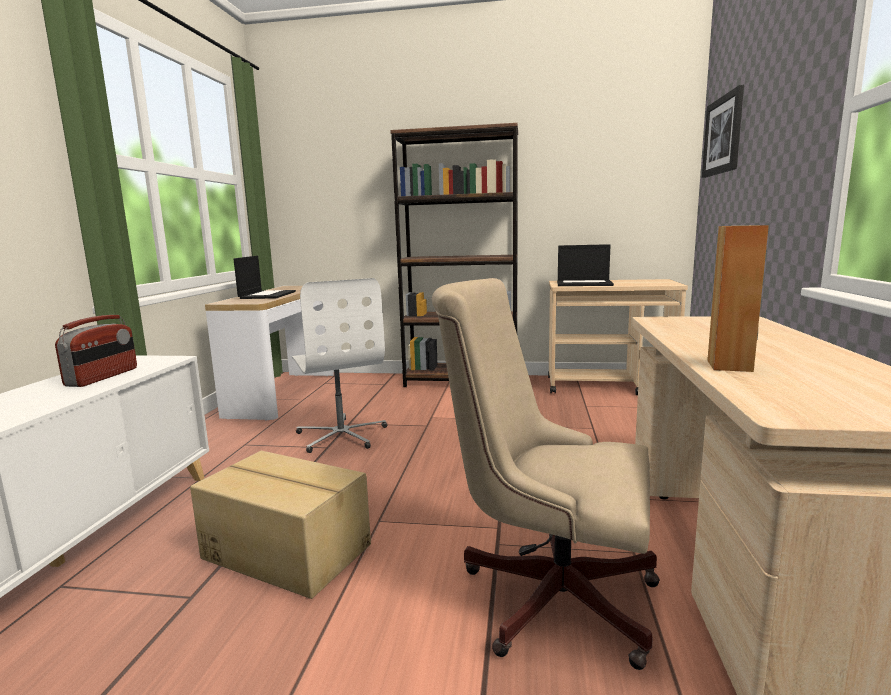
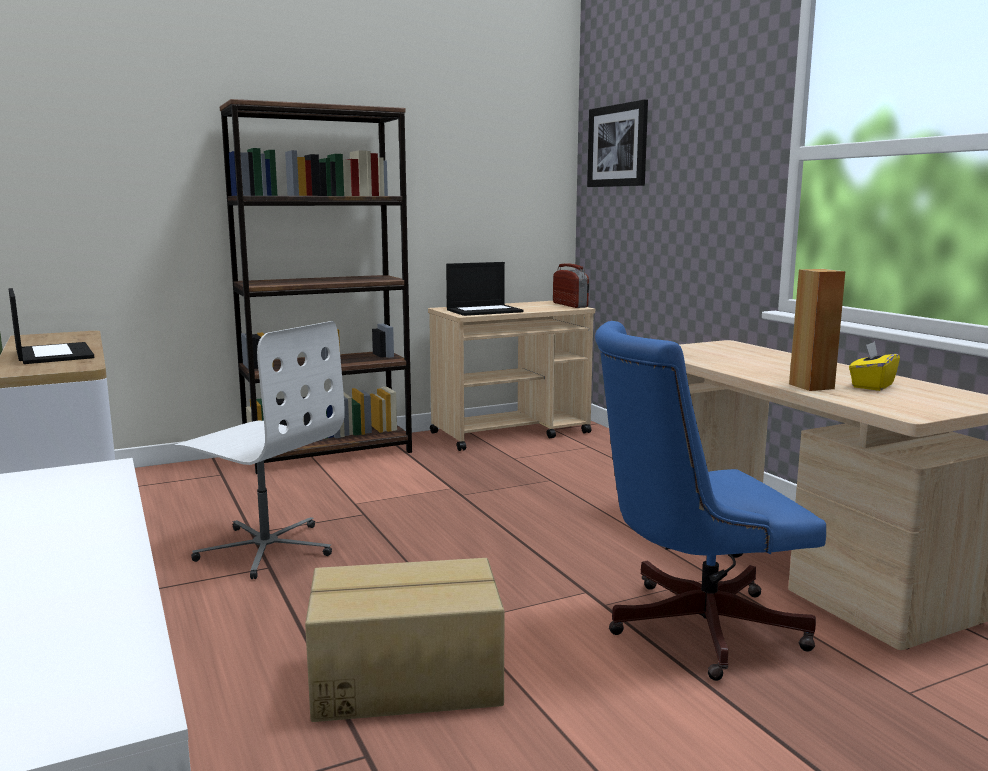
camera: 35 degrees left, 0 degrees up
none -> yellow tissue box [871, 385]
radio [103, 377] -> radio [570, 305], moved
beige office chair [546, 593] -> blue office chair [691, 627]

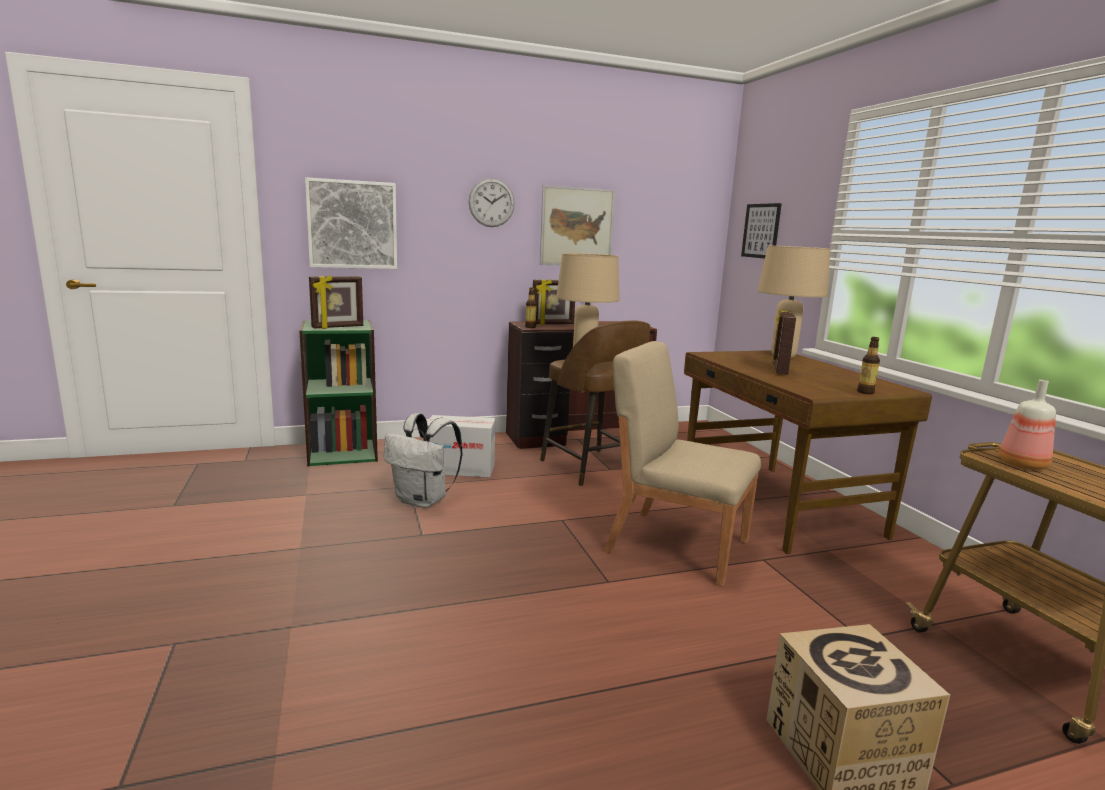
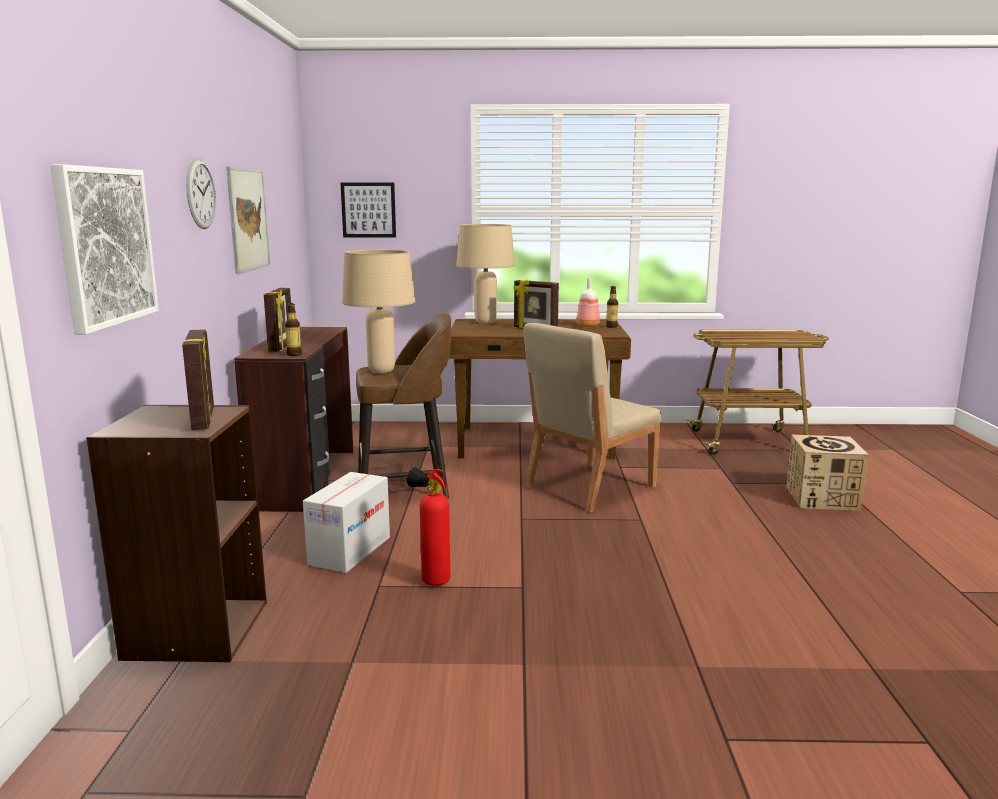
camera: 70 degrees left, 0 degrees up
bottle [1023, 465] -> bottle [588, 326], moved
white backpack [423, 500] -> fire extinguisher [431, 580]
green bookcase [343, 452] -> brown bookcase [195, 629]

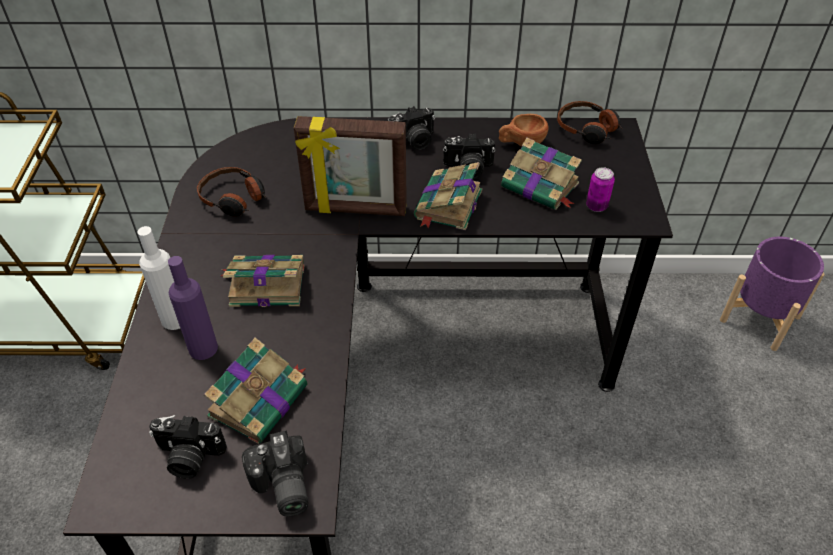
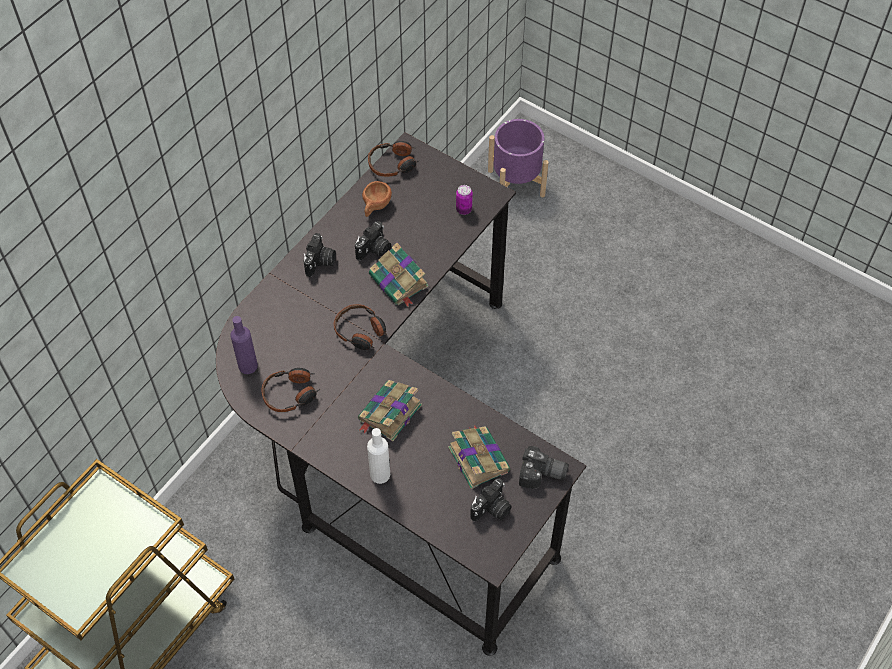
camera: 55 degrees left, 10 degrees up
book [541, 186] -> none
purple bottle [203, 348] -> purple bottle [248, 366], moved
picture frame [355, 209] -> headphones [361, 332]

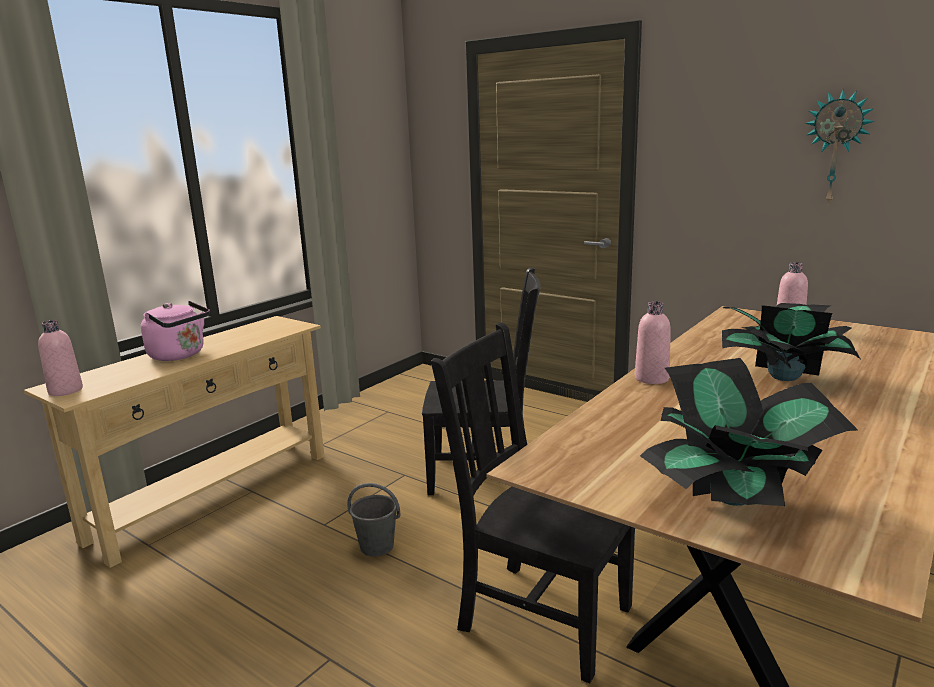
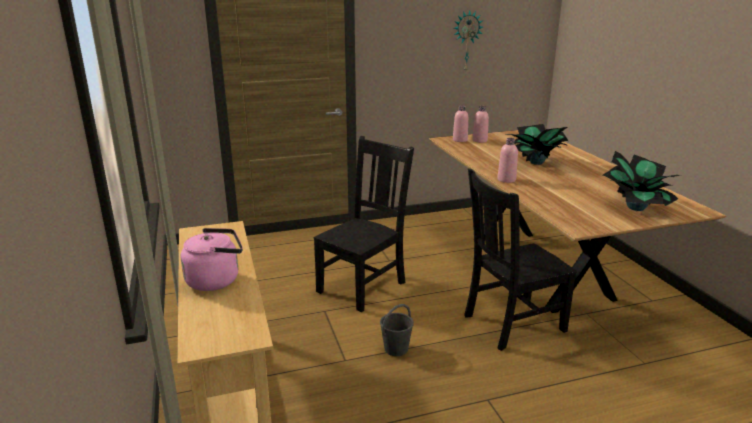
camera: 55 degrees left, 5 degrees up
pink bottle [65, 390] -> pink bottle [460, 140], moved

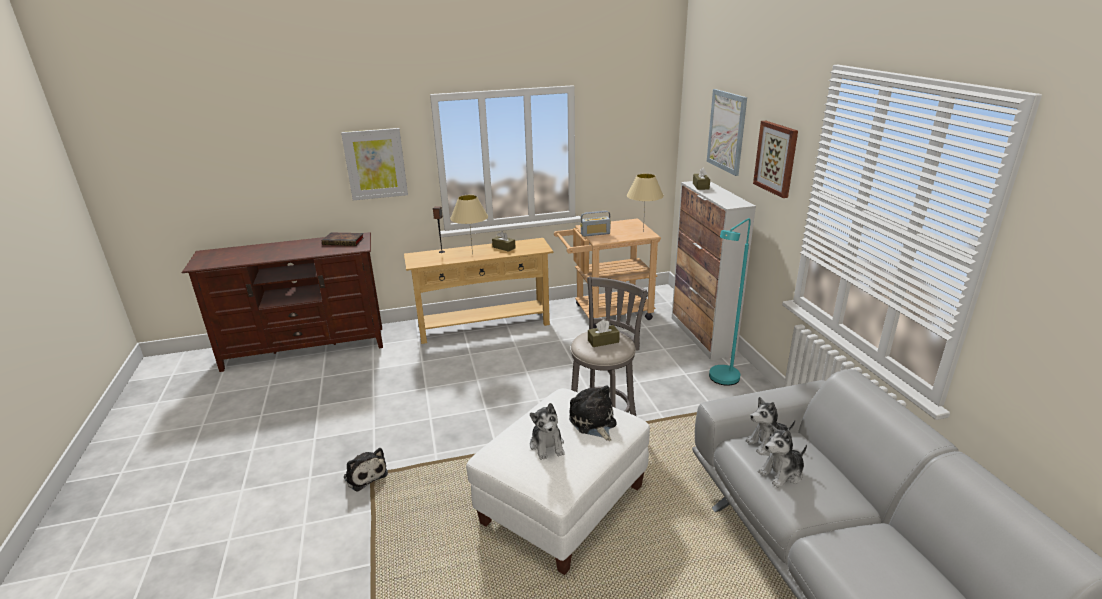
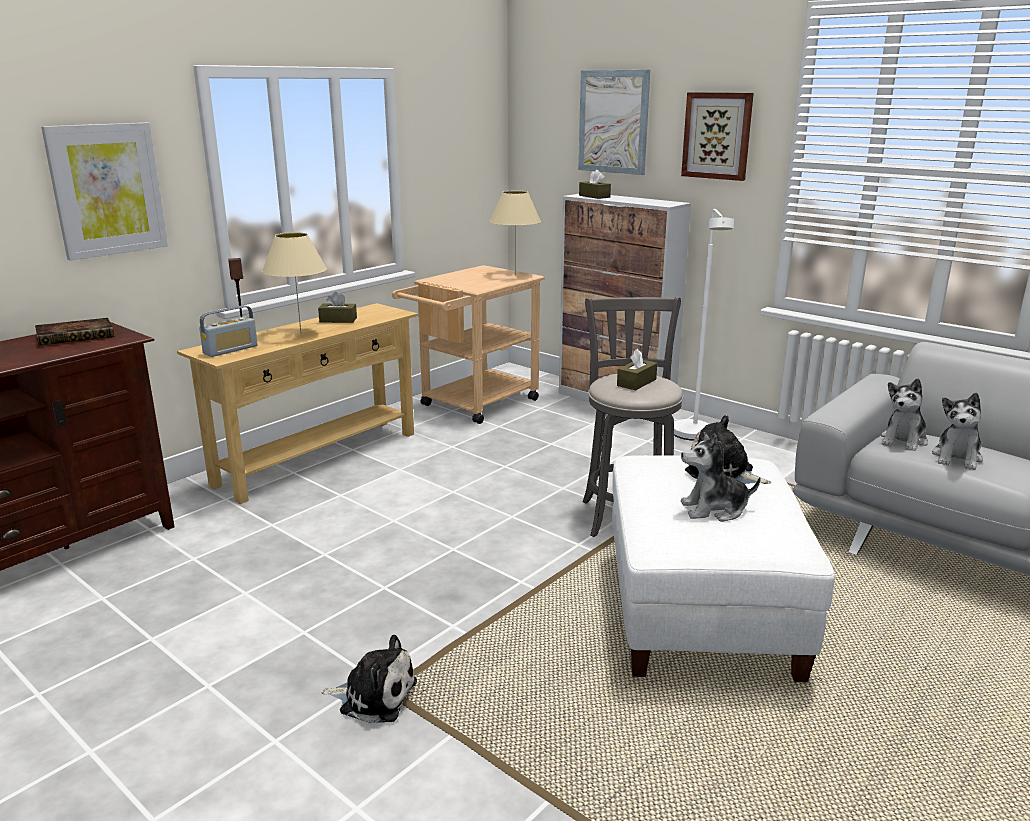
camera: 35 degrees left, 5 degrees down
radio [595, 234] -> radio [230, 350], moved
turquoise floor lamp [721, 381] -> white floor lamp [694, 437]
plush toy [547, 445] -> plush toy [714, 509], 135 degrees clockwise

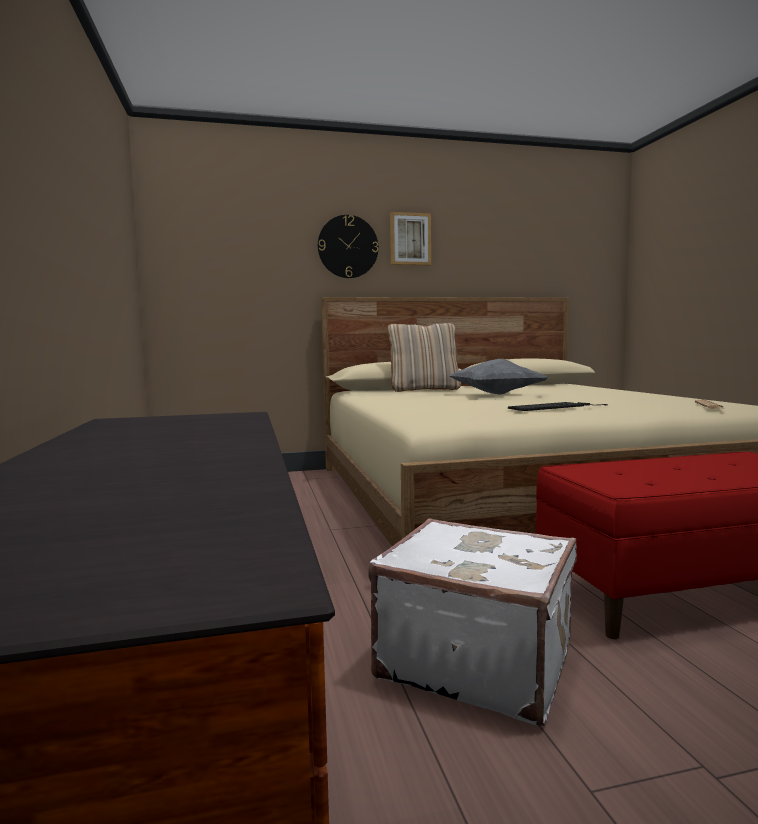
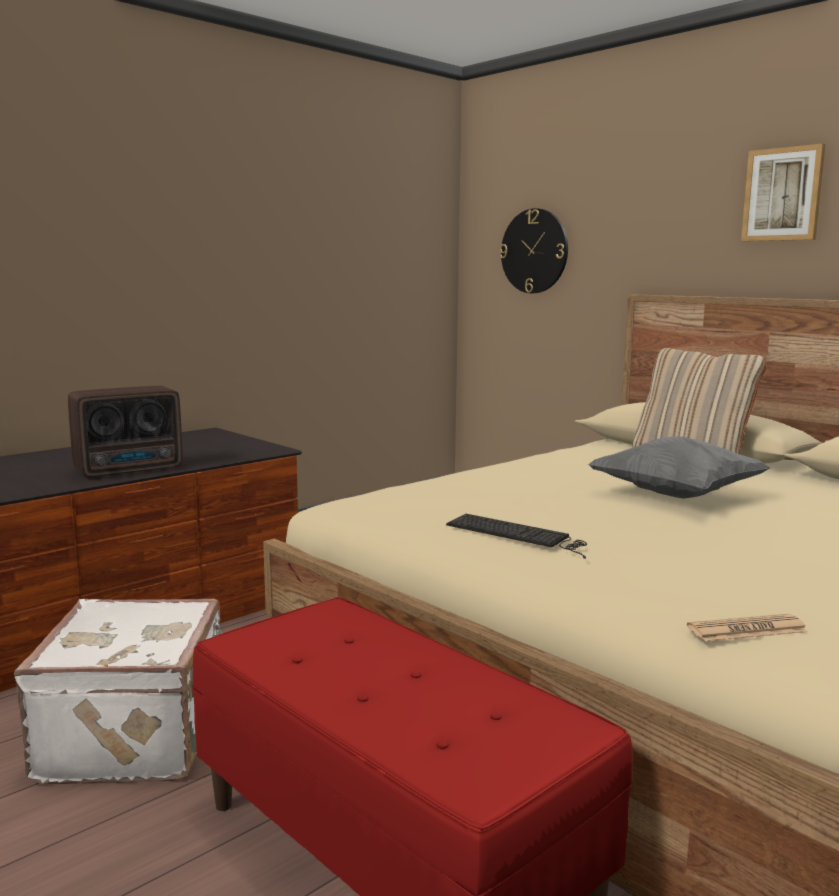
camera: 60 degrees right, 5 degrees up
none -> radio [131, 470]
wall clock [348, 247] -> wall clock [534, 251], moved

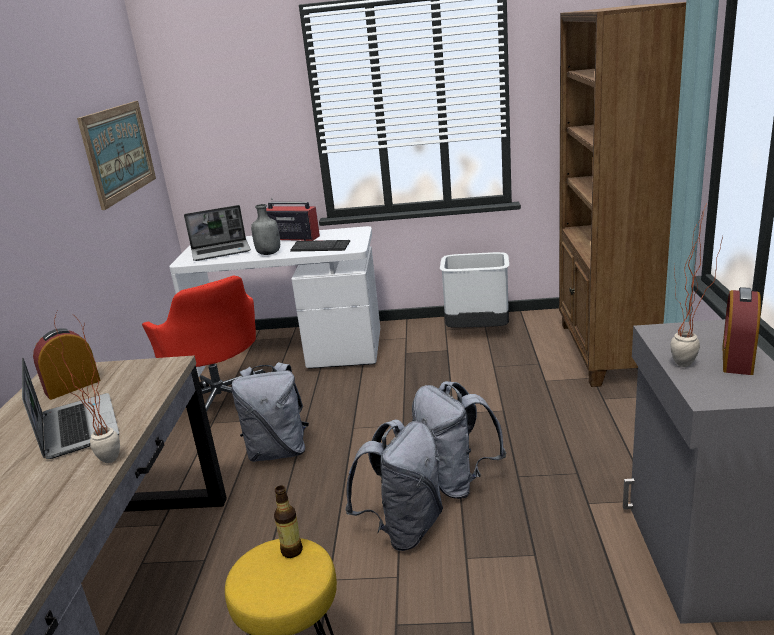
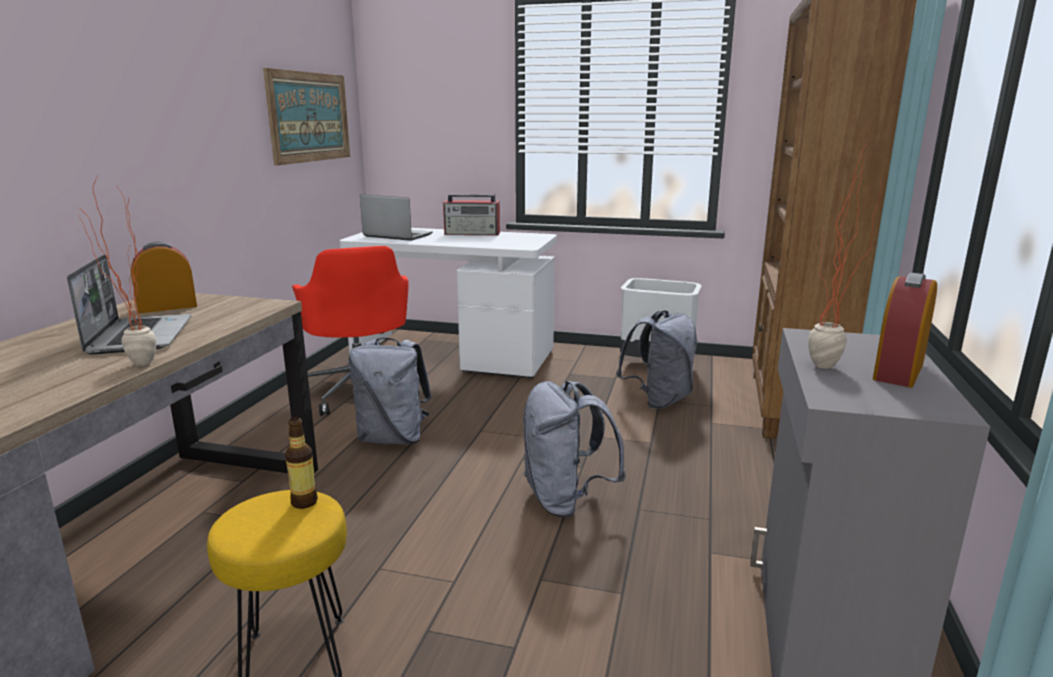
camera: 10 degrees right, 5 degrees down
grey bottle [269, 253] -> none
keyboard [320, 247] -> none
grey backpack [404, 528] -> grey backpack [658, 400], moved
laptop [222, 251] -> laptop [397, 235], 150 degrees counterclockwise
radio [293, 237] -> radio [473, 233], 150 degrees clockwise

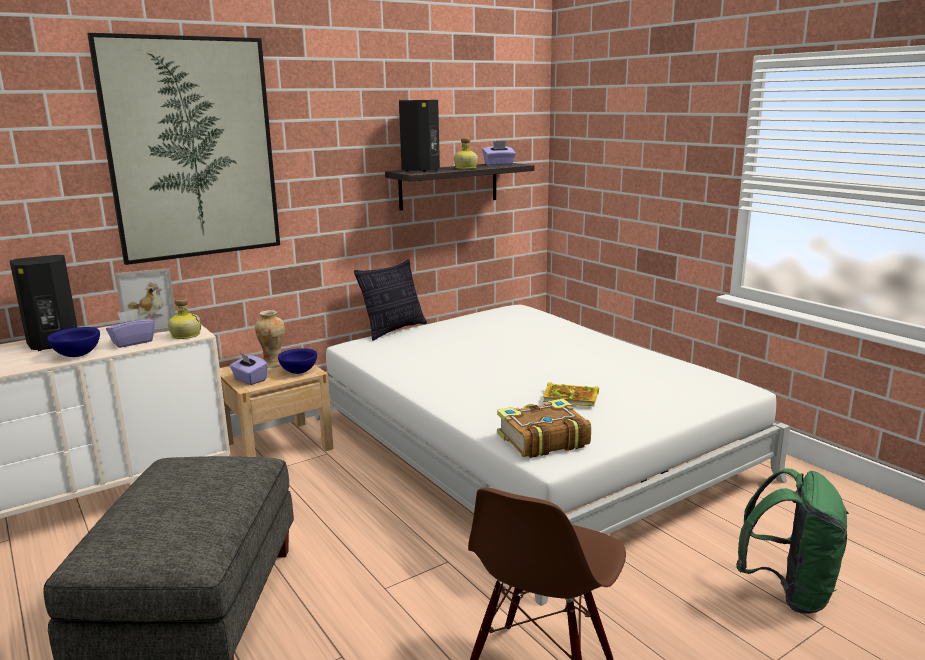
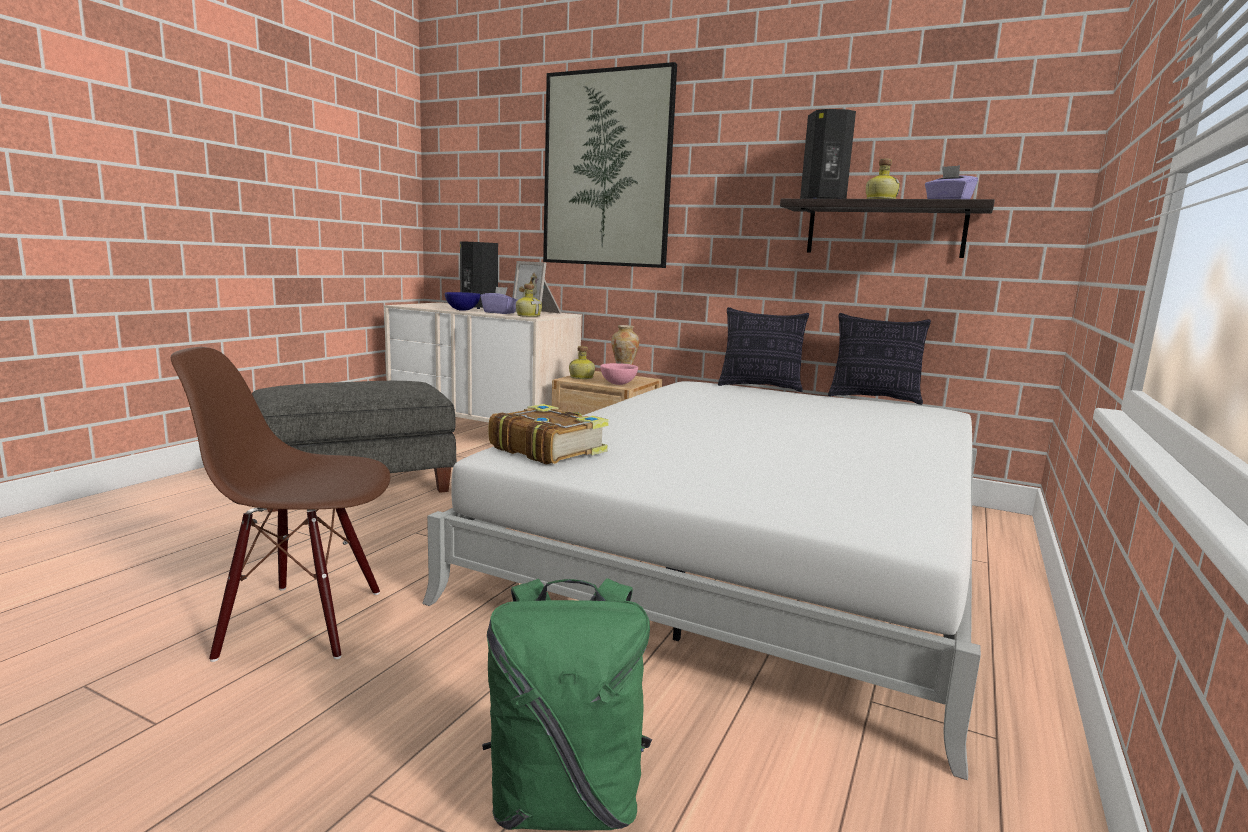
camera: 60 degrees right, 5 degrees down
book [572, 398] -> none
none -> pillow [874, 398]
purple tissue box [249, 380] -> bottle [582, 377]
blue bowl [299, 372] -> pink bowl [618, 384]

